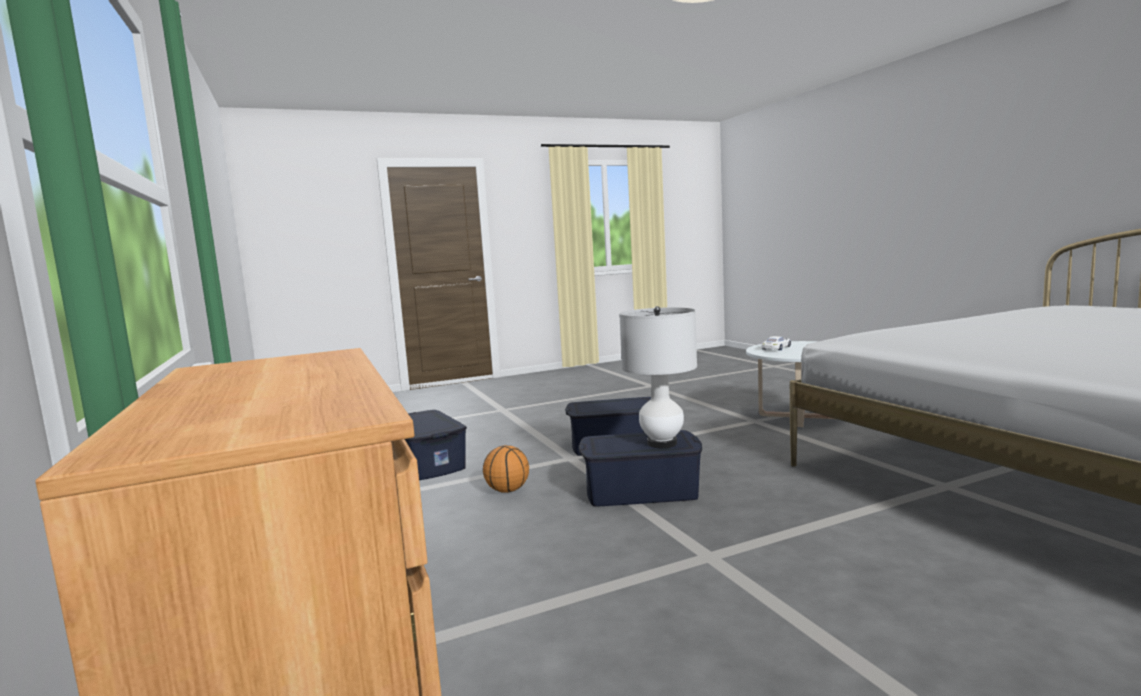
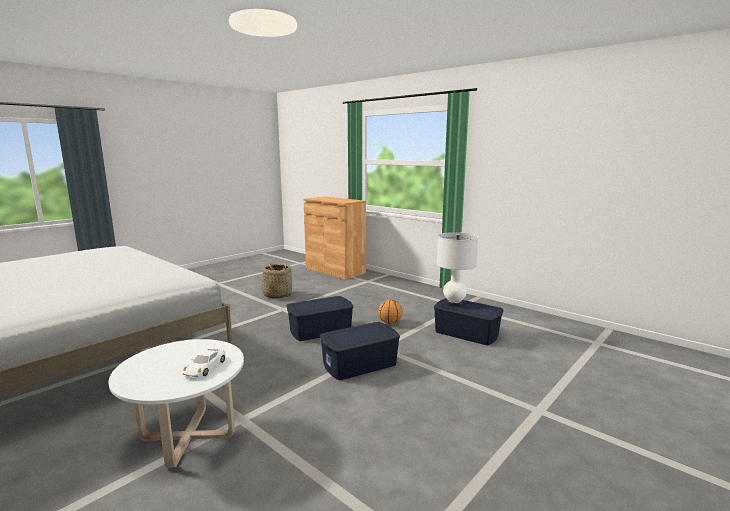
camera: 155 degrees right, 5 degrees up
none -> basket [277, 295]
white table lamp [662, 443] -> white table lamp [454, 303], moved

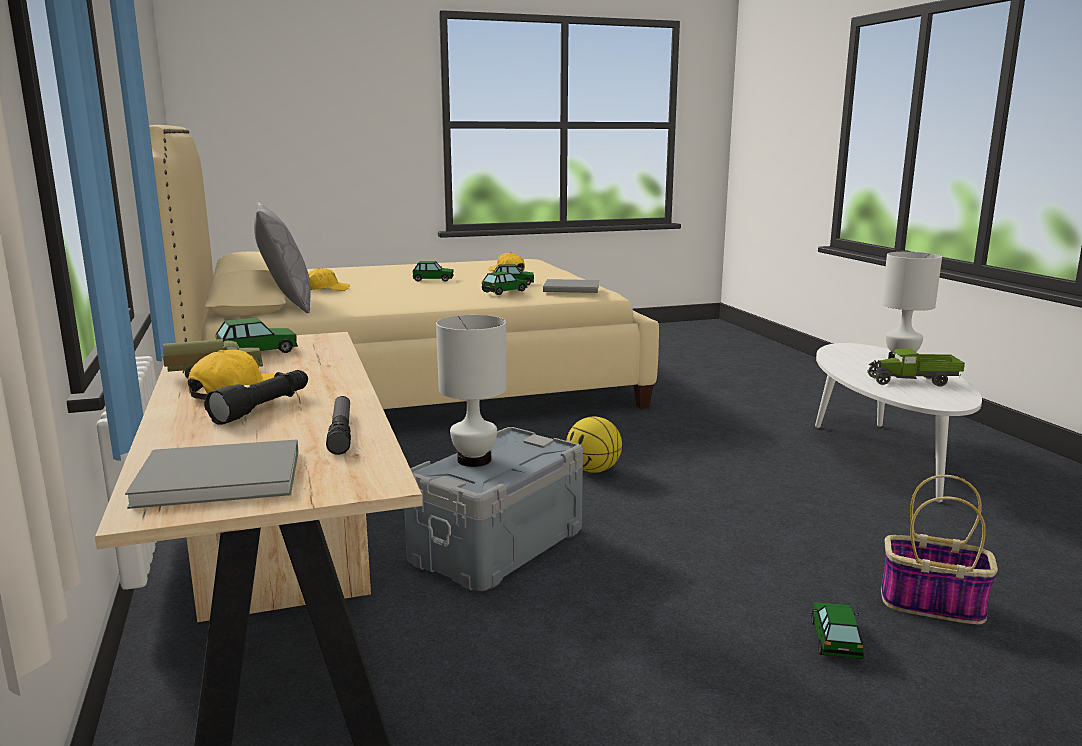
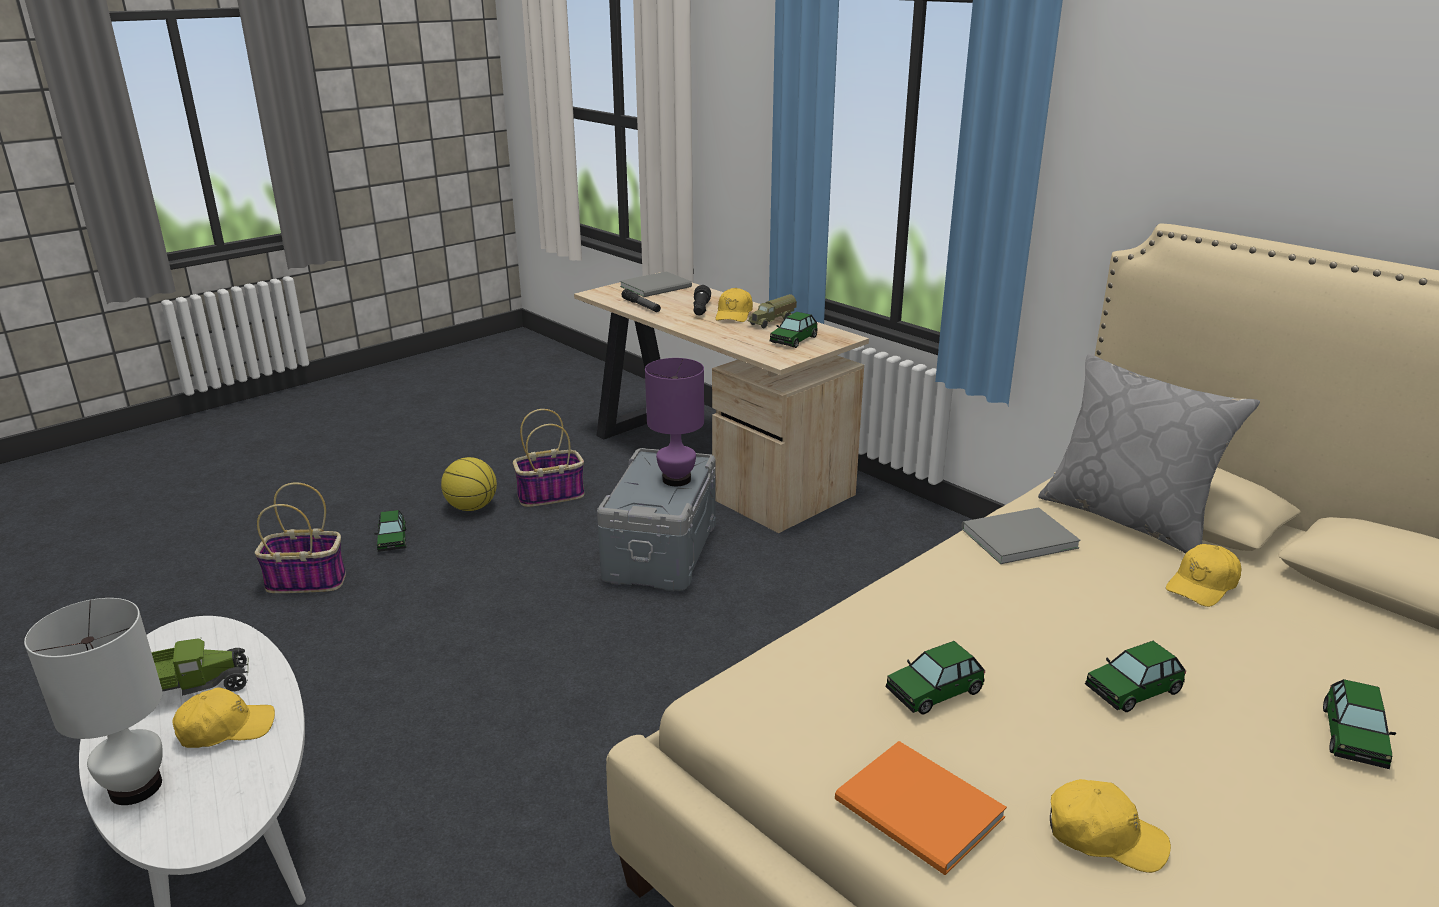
camera: 155 degrees right, 10 degrees up
none -> yellow cap [226, 729]
none -> basket [551, 495]
none -> orange book [920, 813]
toy car [504, 291] -> toy car [1353, 737], moved
grey book [573, 289] -> grey book [1015, 537], moved
basketball [593, 470] -> basketball [471, 507], moved
white table lamp [474, 460] -> purple table lamp [676, 479]

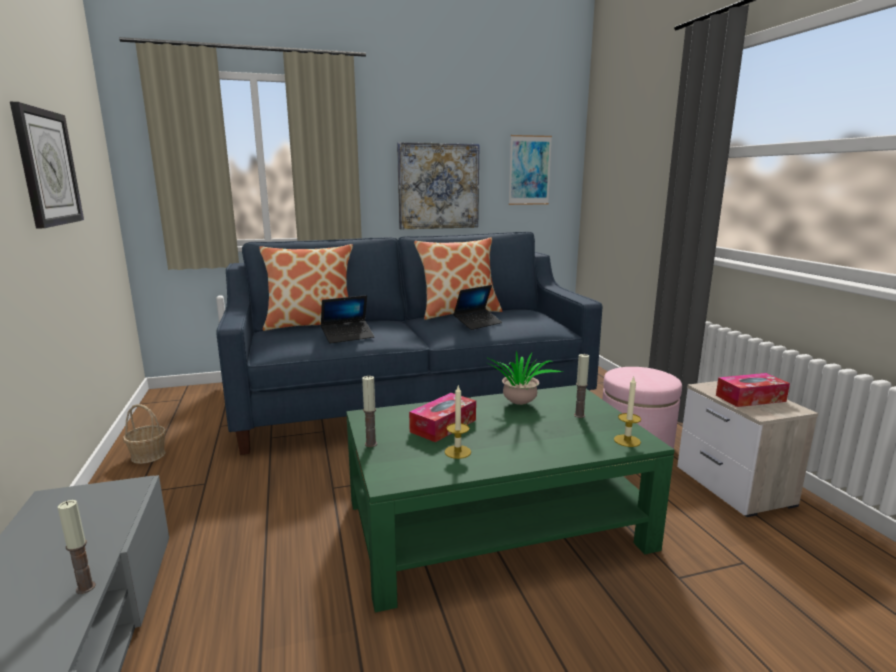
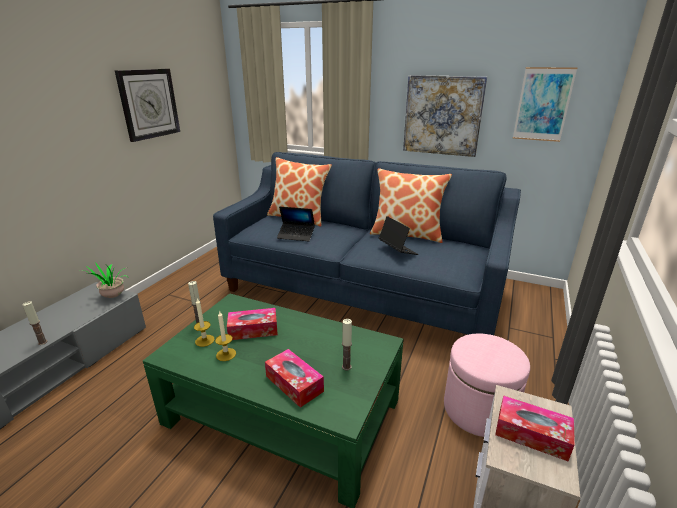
camera: 40 degrees right, 10 degrees up
basket [148, 455] -> none
none -> tissue box [294, 383]
potted plant [519, 405] -> potted plant [111, 297], moved
candle [627, 441] -> candle [204, 340], moved
laptop [477, 323] -> laptop [397, 250], 120 degrees counterclockwise

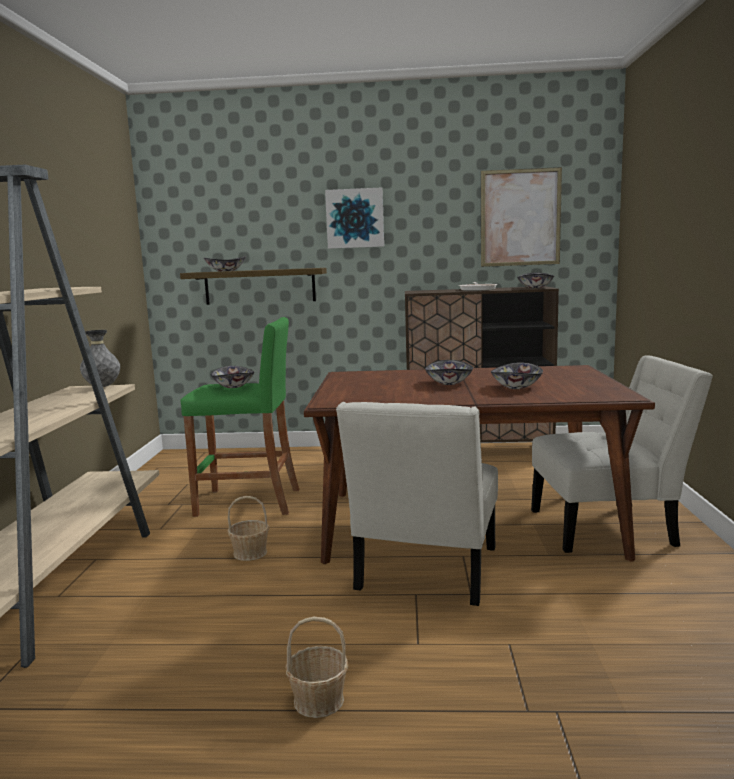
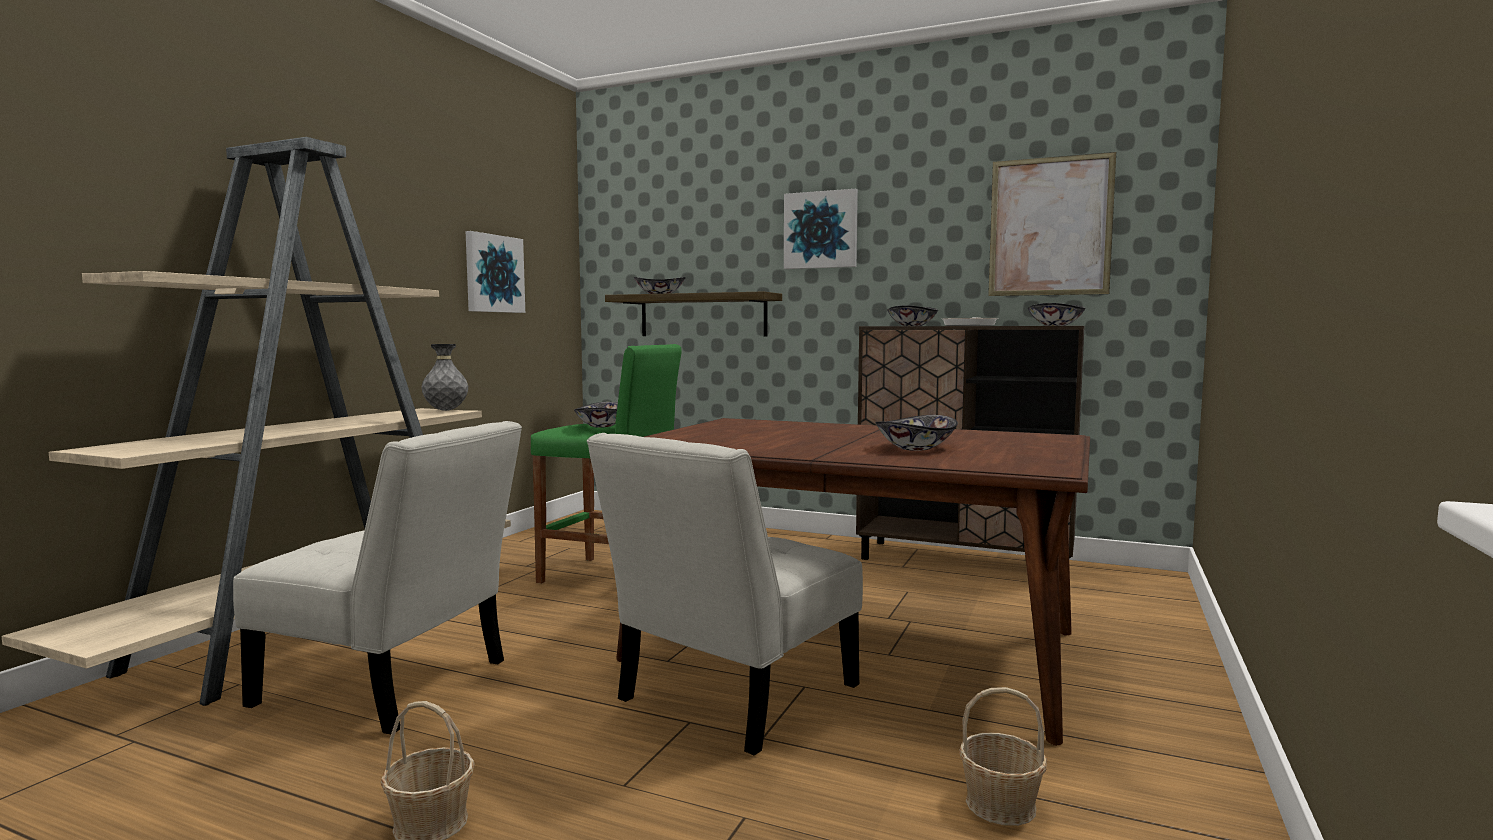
camera: 20 degrees right, 5 degrees down
none -> picture [494, 274]
basket [250, 553] -> basket [1001, 805], moved
bowl [448, 383] -> bowl [911, 326], moved
white chair [609, 527] -> white chair [393, 686], moved

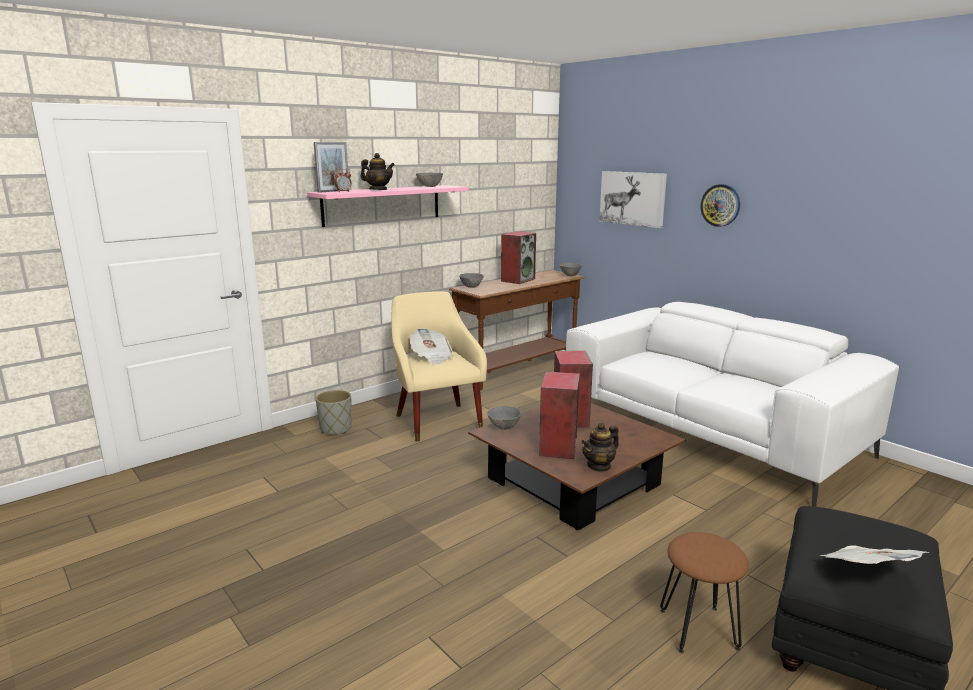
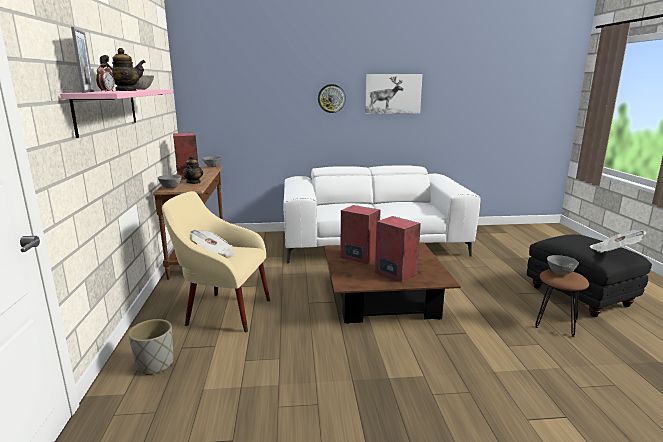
camera: 55 degrees left, 0 degrees up
grey bowl [504, 427] -> grey bowl [560, 273], moved
teapot [599, 466] -> teapot [194, 182], moved
picture [633, 198] -> picture [393, 93], moved

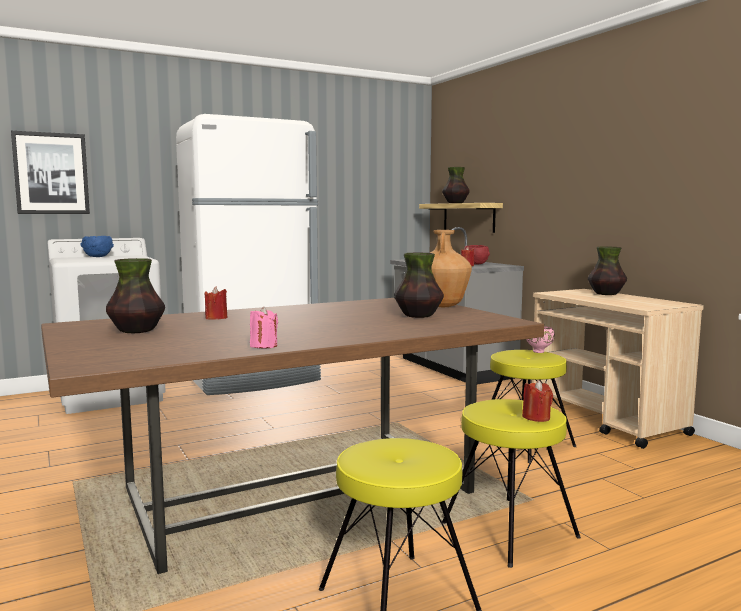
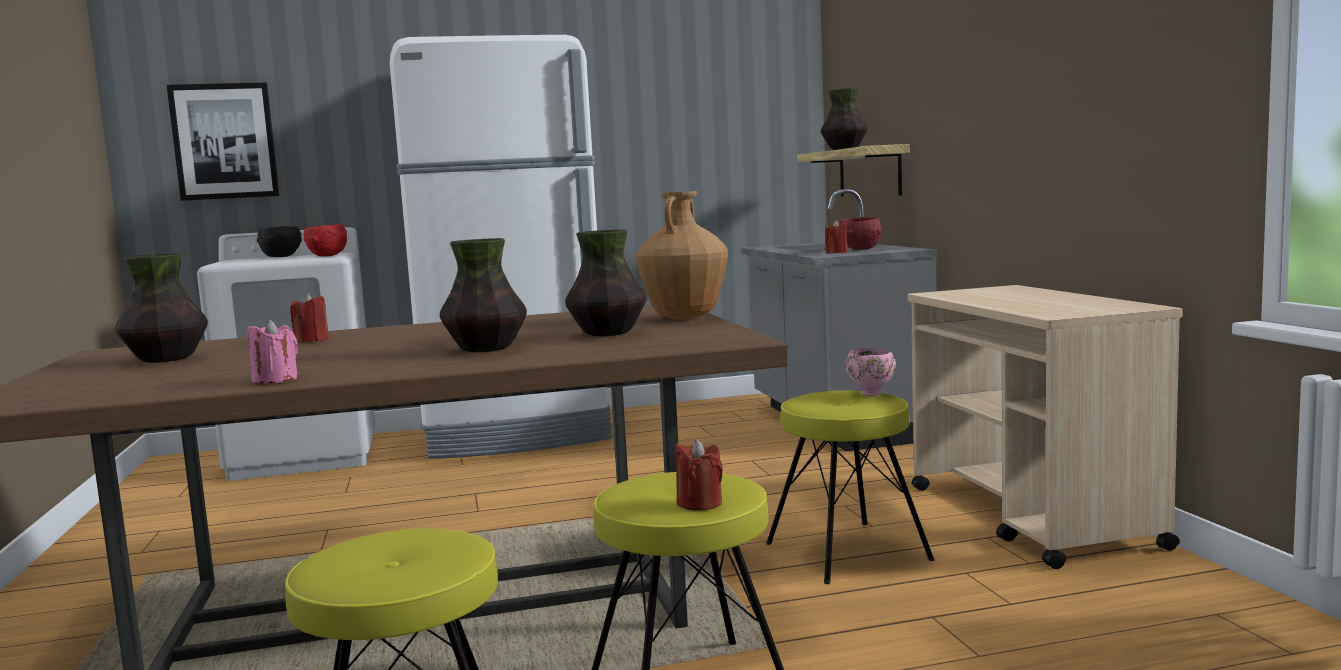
camera: 15 degrees right, 0 degrees up
none -> red bowl [327, 256]
vase [606, 294] -> vase [486, 349], moved
blue bowl [98, 257] -> black bowl [281, 257]

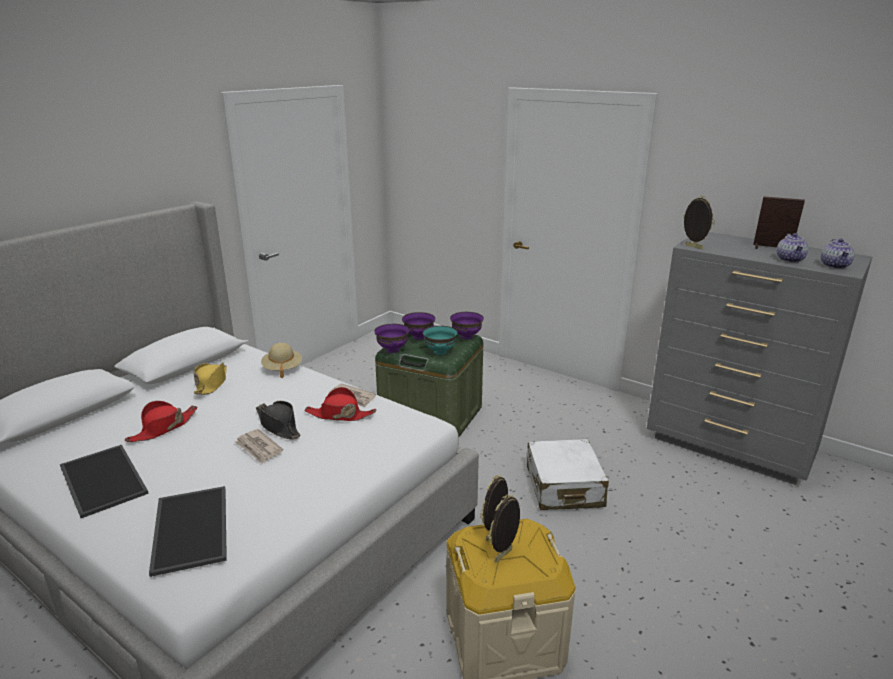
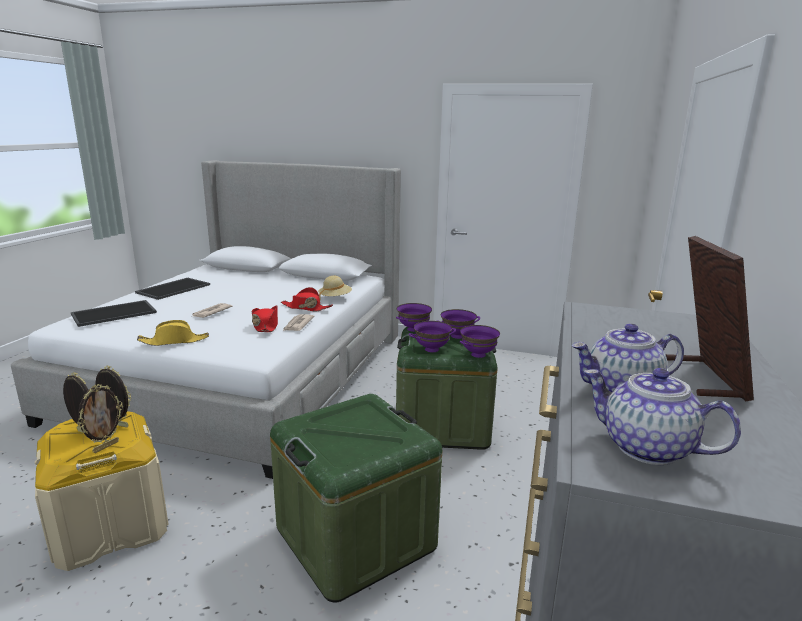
camera: 70 degrees right, 5 degrees down
black hat [278, 426] -> none
red hat [163, 428] -> red hat [306, 308], moved
yellow hat [211, 383] -> yellow hat [174, 341], moved
picture frame [693, 247] -> picture frame [105, 446], moved
white suitcase [564, 487] -> green storage box [355, 537]
turquoise bowl [440, 352] -> purple bowl [431, 349]
teapot [835, 266] -> teapot [645, 448], 45 degrees clockwise

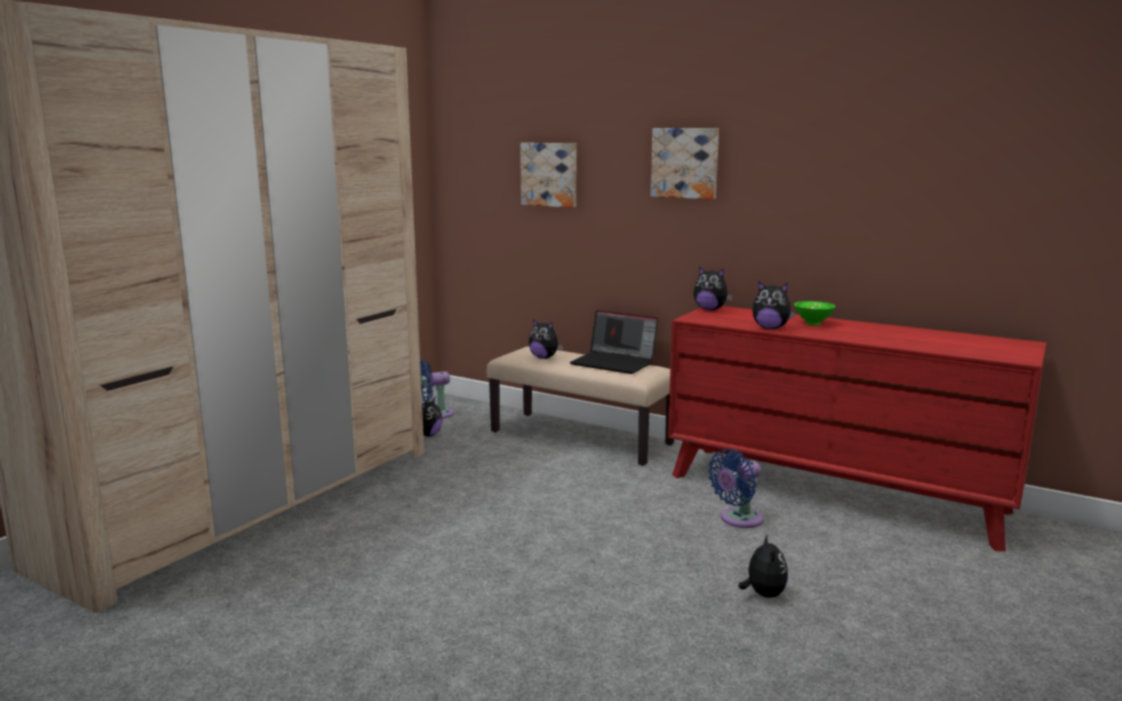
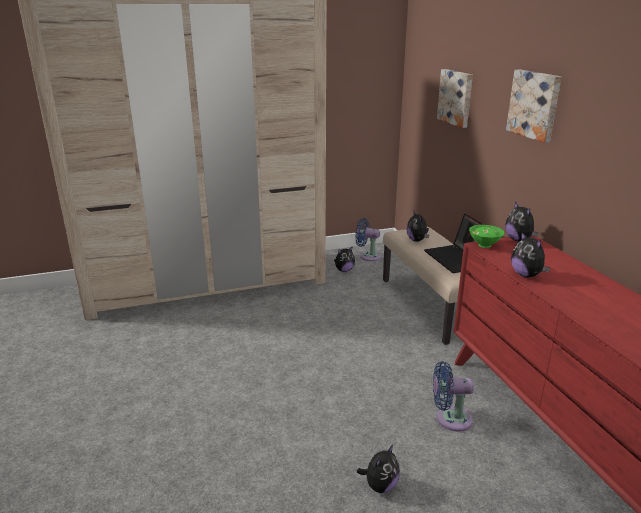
camera: 40 degrees right, 10 degrees up
green bowl [813, 323] -> green bowl [485, 245], moved

